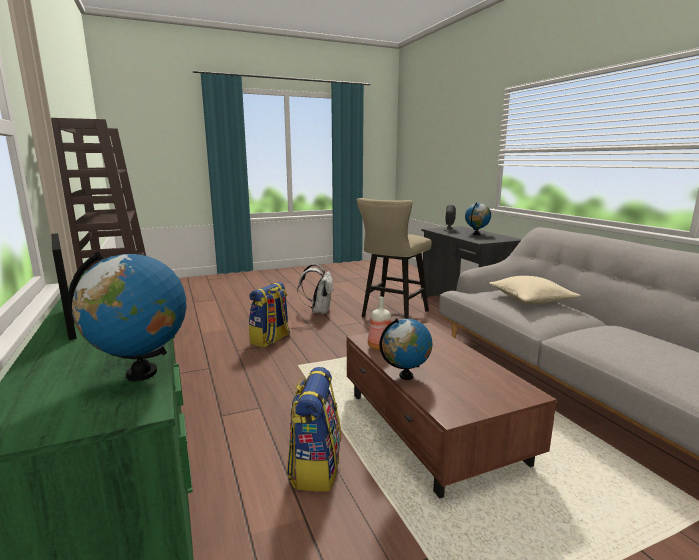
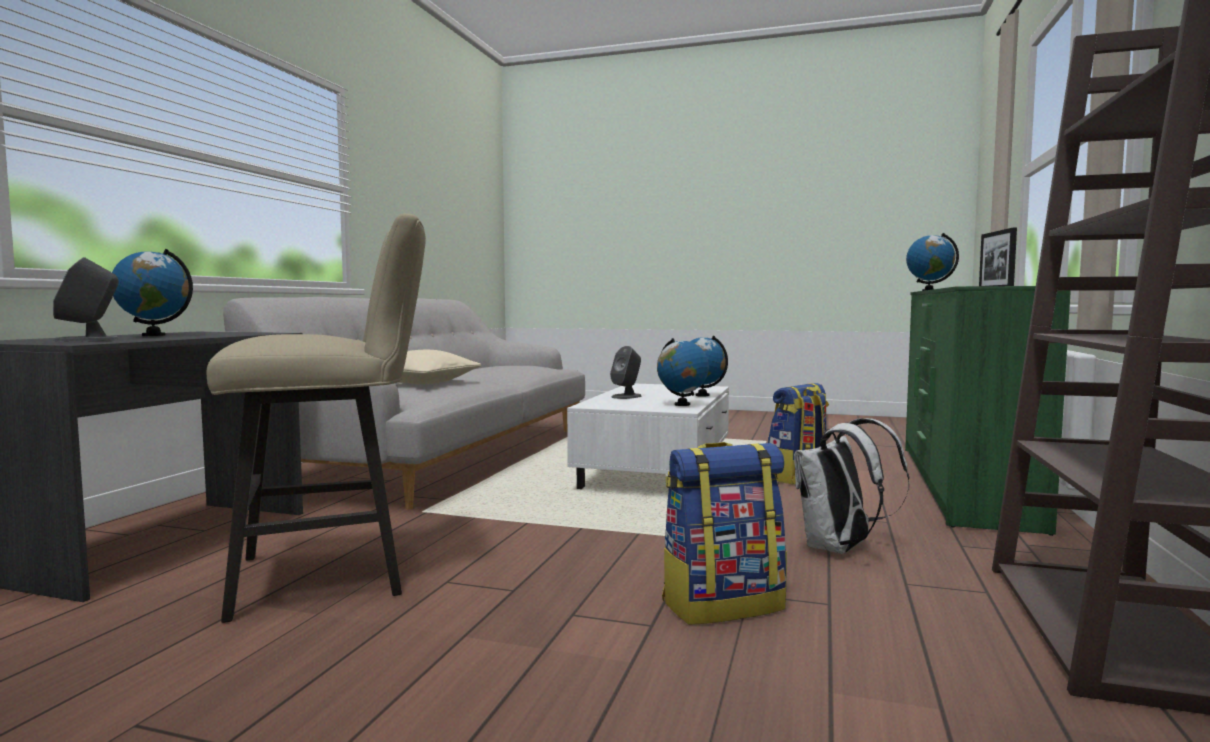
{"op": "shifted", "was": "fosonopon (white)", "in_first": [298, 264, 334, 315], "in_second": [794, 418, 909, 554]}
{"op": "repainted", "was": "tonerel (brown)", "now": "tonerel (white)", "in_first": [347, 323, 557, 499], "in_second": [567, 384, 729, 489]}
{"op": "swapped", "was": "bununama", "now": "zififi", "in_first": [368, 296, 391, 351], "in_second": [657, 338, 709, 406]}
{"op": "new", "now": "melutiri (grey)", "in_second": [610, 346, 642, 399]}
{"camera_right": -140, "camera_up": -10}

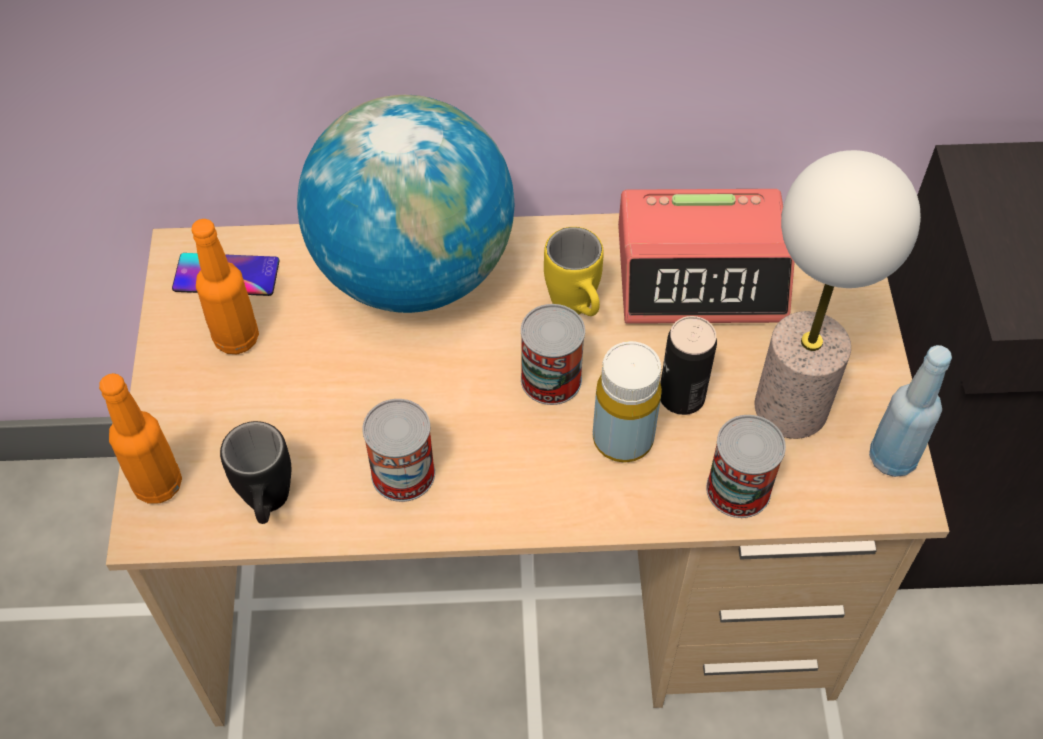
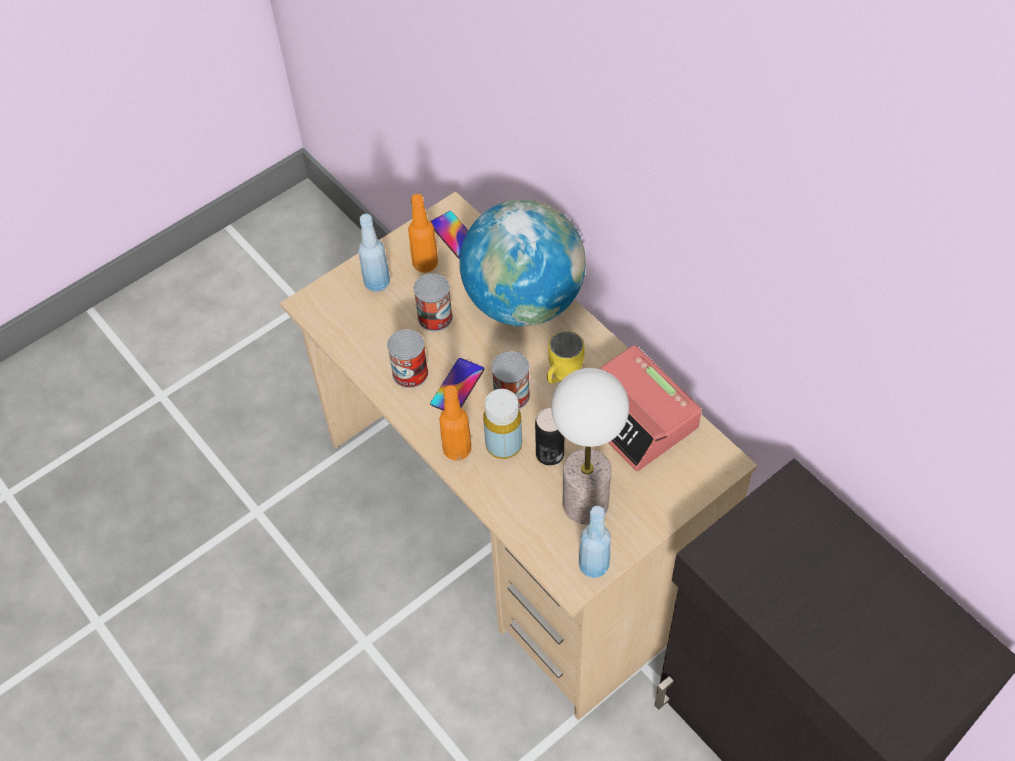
{"op": "shifted", "was": "bununama (orange)", "in_first": [99, 373, 182, 504], "in_second": [439, 385, 471, 461]}
{"op": "gone", "was": "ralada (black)", "in_first": [220, 421, 291, 524]}
{"op": "shifted", "was": "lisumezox", "in_first": [706, 415, 786, 518], "in_second": [414, 273, 453, 331]}
{"op": "new", "now": "bununama (blue)", "in_second": [358, 214, 390, 292]}
{"op": "new", "now": "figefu", "in_second": [430, 358, 485, 411]}
{"camera_right": 55, "camera_up": 0}

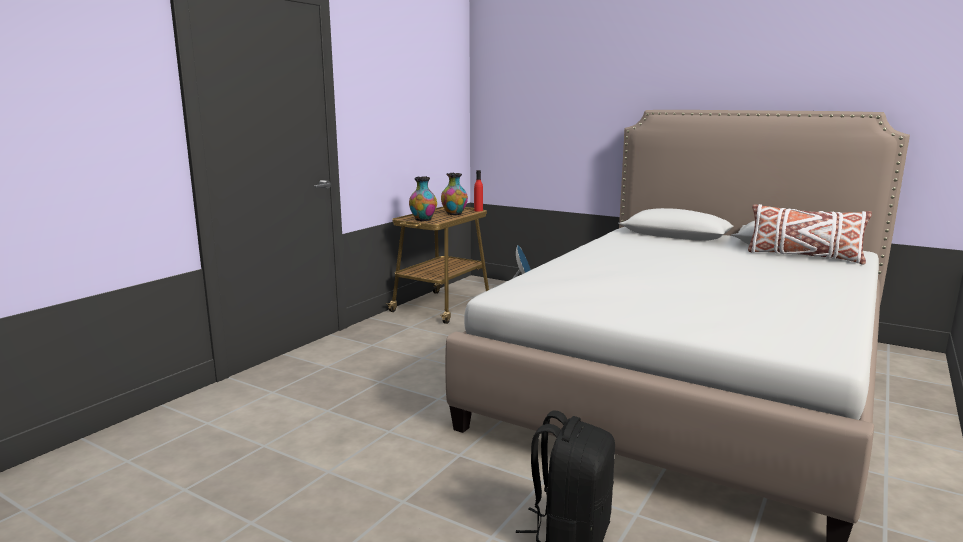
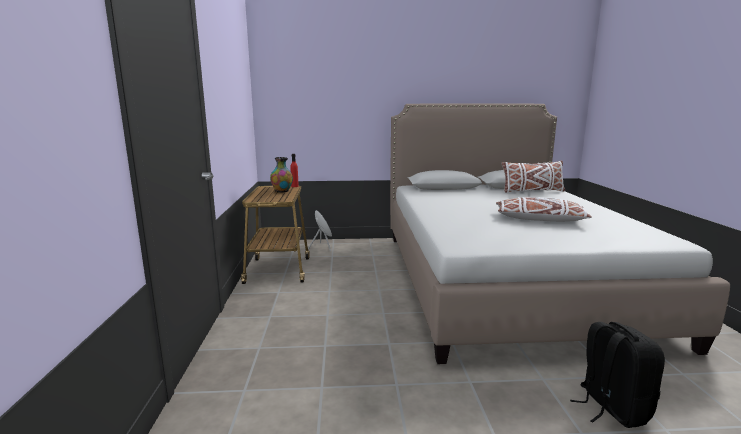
{"op": "gone", "was": "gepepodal", "in_first": [409, 176, 437, 221]}
{"op": "new", "now": "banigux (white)", "in_second": [496, 197, 592, 222]}
{"camera_right": -35, "camera_up": 0}

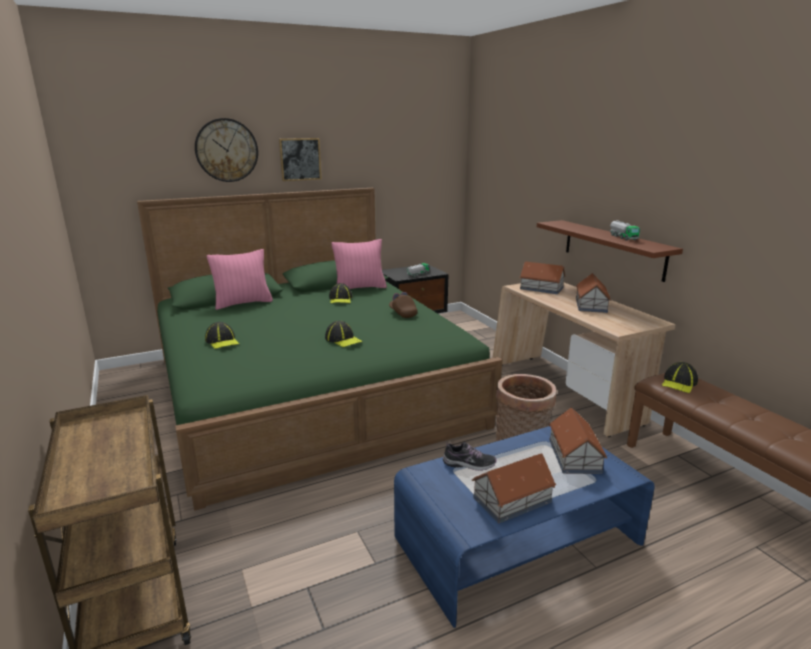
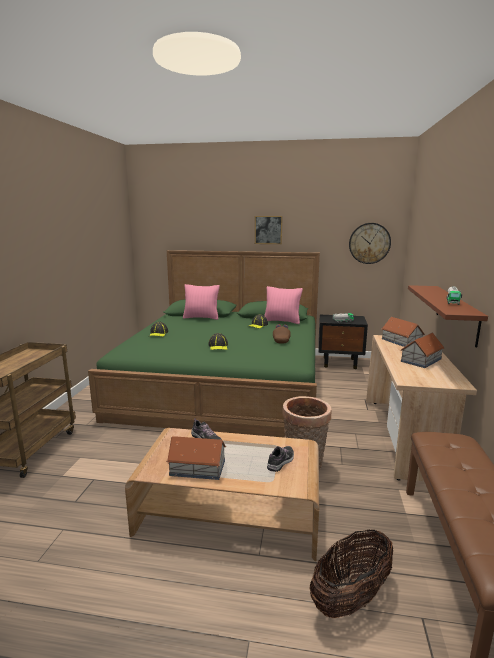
{"op": "shifted", "was": "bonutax", "in_first": [195, 118, 258, 182], "in_second": [349, 223, 391, 264]}
{"op": "repainted", "was": "tonerel (blue)", "now": "tonerel (brown)", "in_first": [394, 426, 655, 628], "in_second": [125, 428, 319, 561]}
{"op": "swapped", "was": "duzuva", "now": "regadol", "in_first": [549, 407, 607, 474], "in_second": [267, 446, 294, 472]}
{"op": "gone", "was": "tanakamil", "in_first": [662, 362, 698, 393]}
{"op": "new", "now": "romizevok", "in_second": [309, 529, 393, 618]}
{"camera_right": 35, "camera_up": -5}

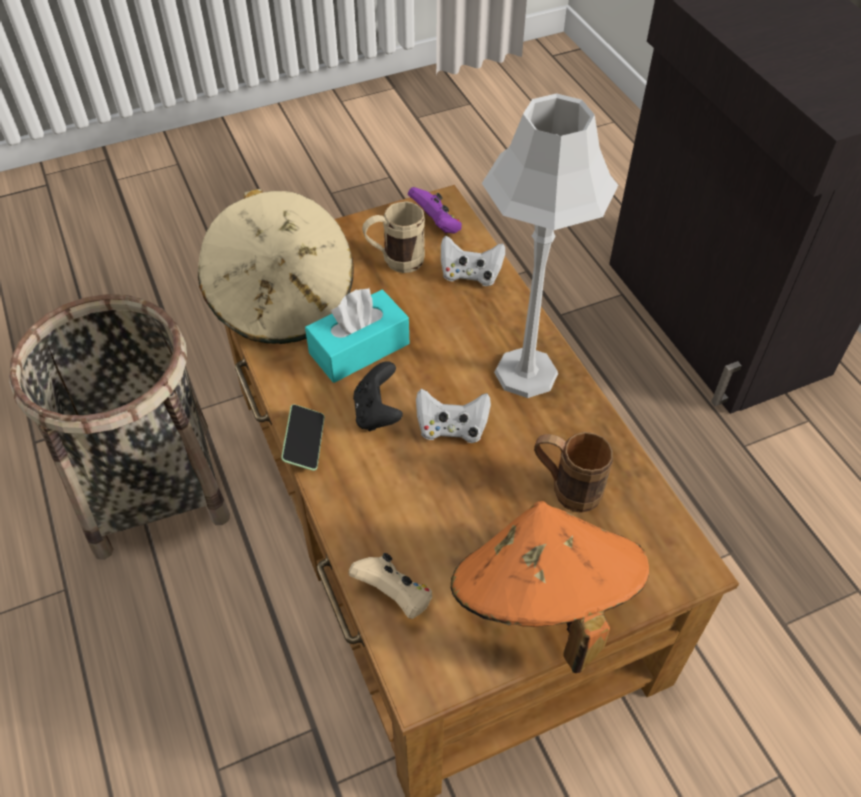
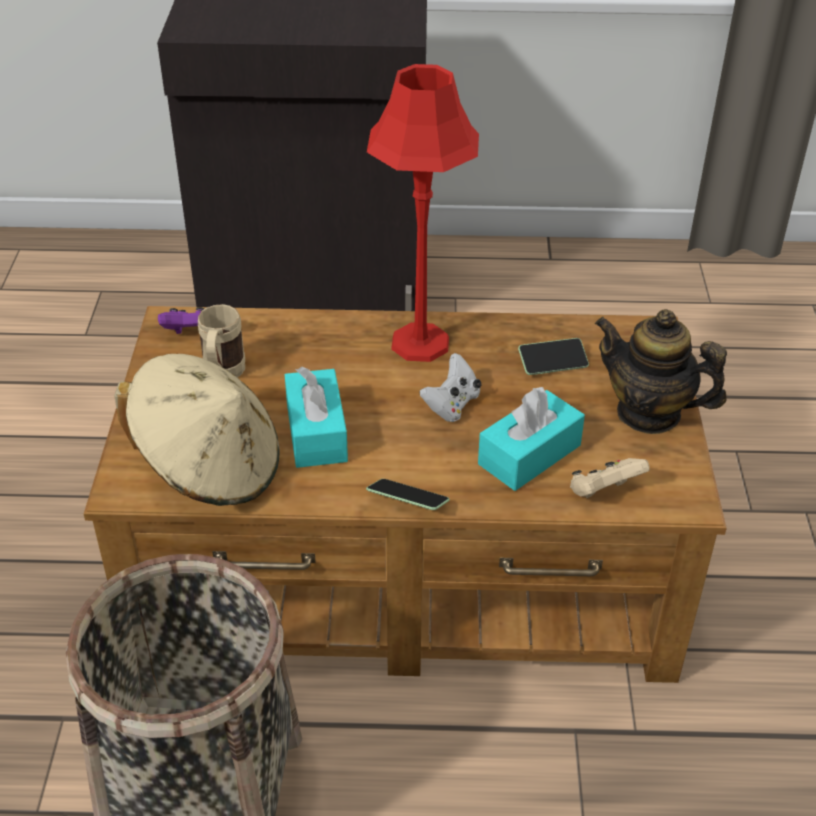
{"op": "gone", "was": "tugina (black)", "in_first": [353, 361, 403, 431]}
{"op": "gone", "was": "tugina (white)", "in_first": [441, 236, 505, 286]}
{"op": "swapped", "was": "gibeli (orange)", "now": "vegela", "in_first": [451, 501, 649, 673], "in_second": [595, 309, 727, 434]}
{"op": "repainted", "was": "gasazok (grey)", "now": "gasazok (red)", "in_first": [482, 93, 618, 398], "in_second": [367, 64, 479, 362]}
{"op": "swapped", "was": "ralada (brown)", "now": "figefu", "in_first": [534, 432, 613, 513], "in_second": [518, 338, 589, 375]}
{"op": "new", "now": "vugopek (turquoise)", "in_second": [478, 387, 585, 491]}
{"camera_right": -65, "camera_up": -10}

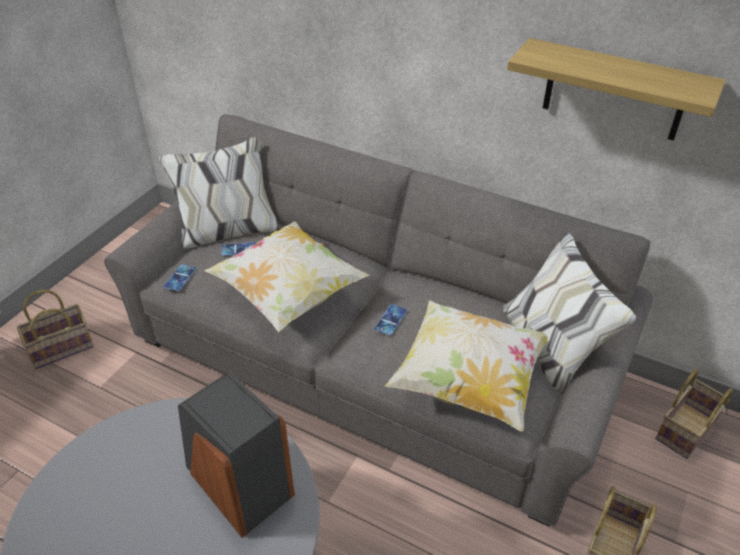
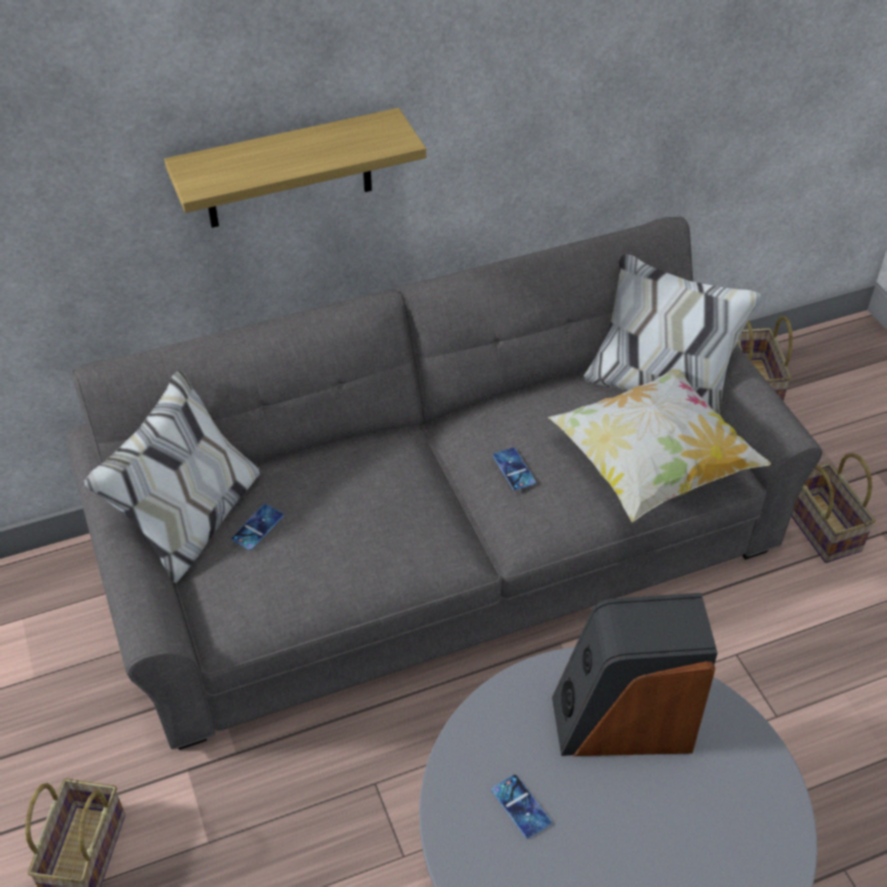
{"op": "shifted", "was": "figefu", "in_first": [163, 264, 196, 291], "in_second": [491, 774, 552, 839]}
{"op": "gone", "was": "banigux", "in_first": [205, 222, 369, 332]}
{"op": "shifted", "was": "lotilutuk", "in_first": [507, 38, 726, 141], "in_second": [164, 108, 426, 228]}
{"camera_right": -50, "camera_up": 5}

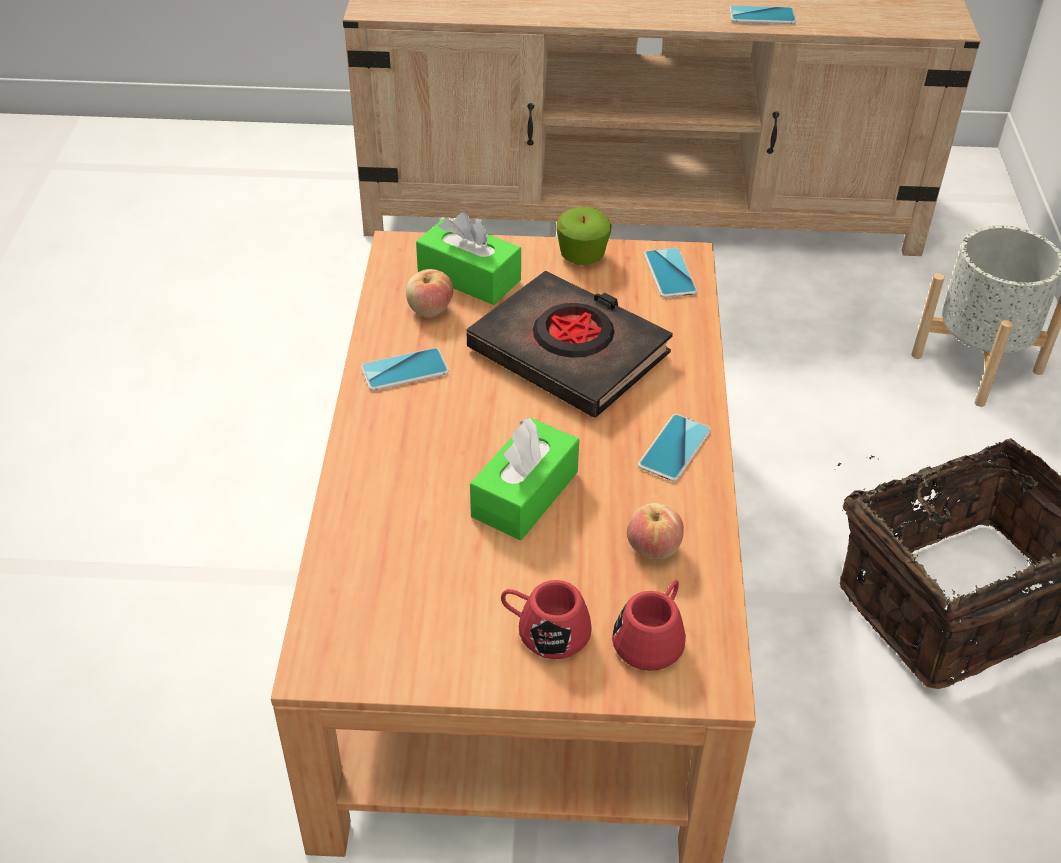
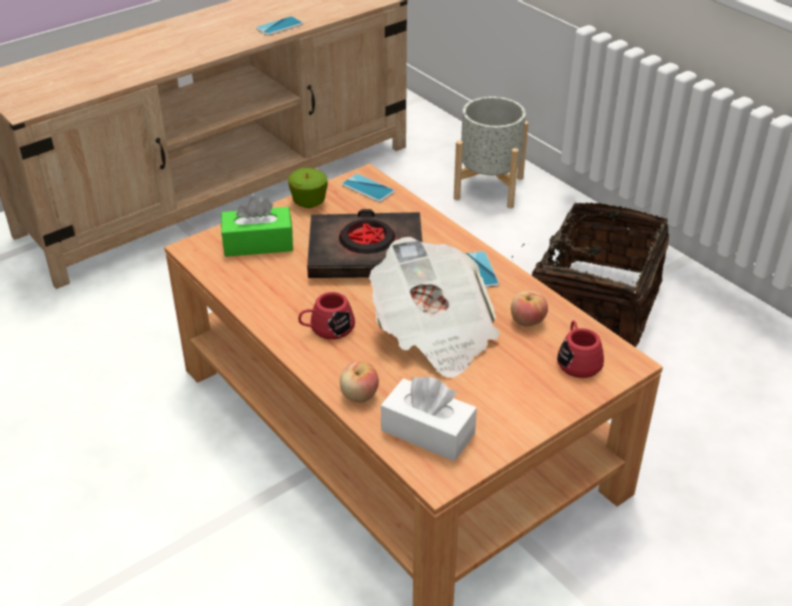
{"op": "gone", "was": "figefu", "in_first": [361, 348, 449, 391]}
{"op": "shifted", "was": "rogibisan", "in_first": [406, 269, 453, 317], "in_second": [340, 361, 379, 402]}
{"op": "swapped", "was": "vugopek (green)", "now": "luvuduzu", "in_first": [470, 418, 579, 540], "in_second": [369, 237, 500, 378]}
{"op": "shifted", "was": "ralada (red)", "in_first": [501, 580, 591, 659], "in_second": [298, 292, 355, 339]}
{"op": "new", "now": "vugopek (white)", "in_second": [381, 377, 477, 461]}
{"camera_right": -40, "camera_up": -5}

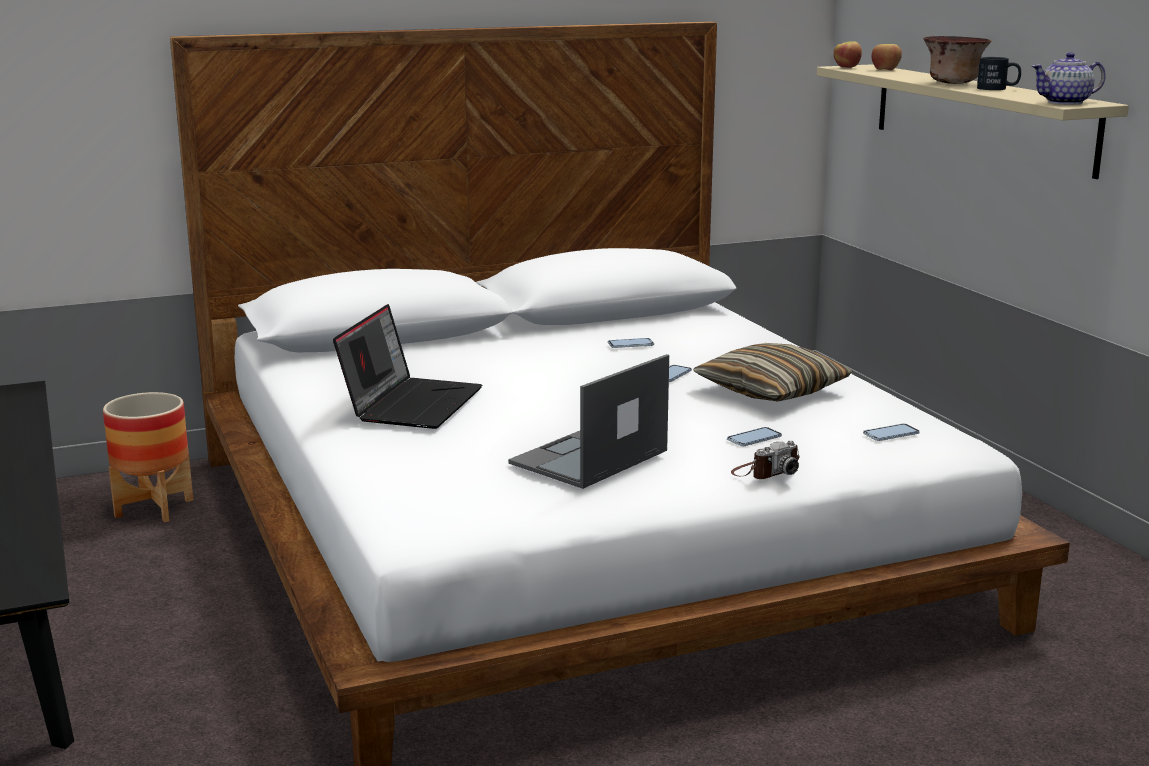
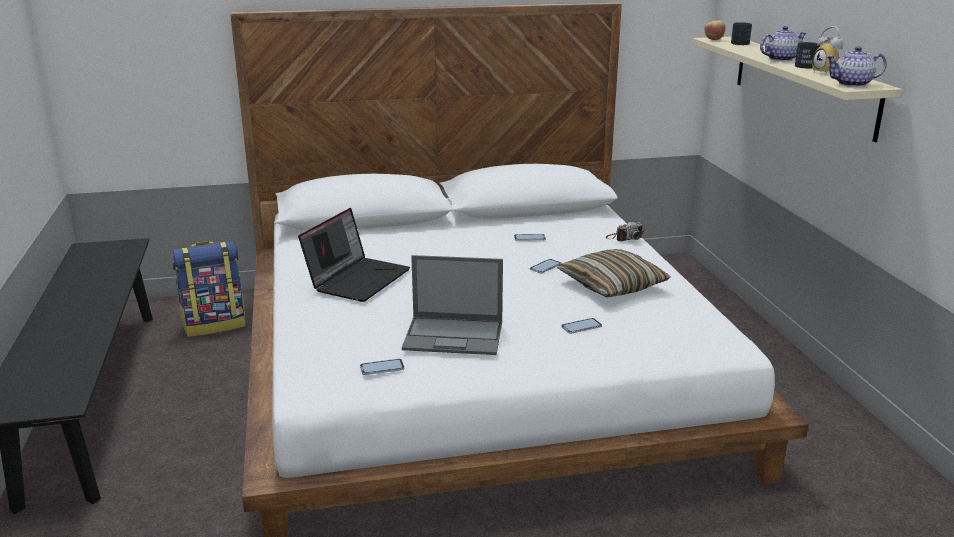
{"op": "swapped", "was": "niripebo", "now": "fosonopon", "in_first": [103, 392, 193, 522], "in_second": [172, 241, 246, 337]}
{"op": "rotated", "was": "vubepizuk", "in_first": [508, 354, 669, 489], "in_second": [402, 255, 503, 355], "clockwise": -135}
{"op": "shifted", "was": "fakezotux", "in_first": [731, 441, 800, 479], "in_second": [606, 222, 644, 241]}
{"op": "shifted", "was": "figefu", "in_first": [863, 424, 920, 441], "in_second": [360, 359, 405, 375]}
{"op": "swapped", "was": "rogibisan", "now": "ralada (black)", "in_first": [872, 44, 902, 70], "in_second": [731, 22, 752, 45]}
{"op": "swapped", "was": "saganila", "now": "vegela", "in_first": [924, 36, 991, 84], "in_second": [760, 26, 807, 61]}
{"op": "new", "now": "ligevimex", "in_second": [812, 26, 843, 76]}
{"camera_right": 10, "camera_up": 5}

